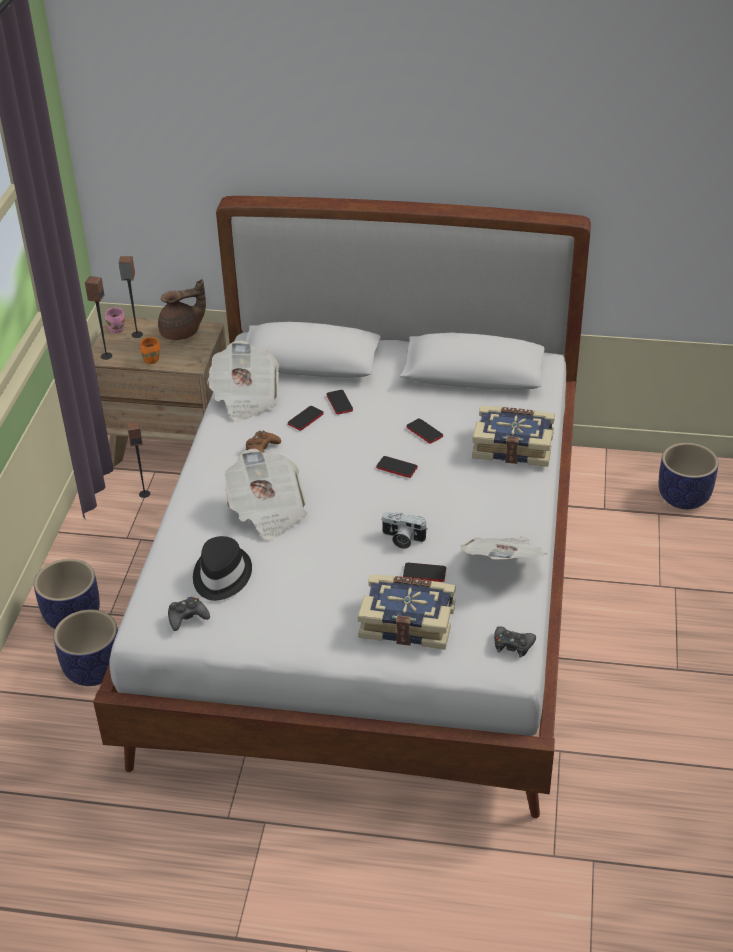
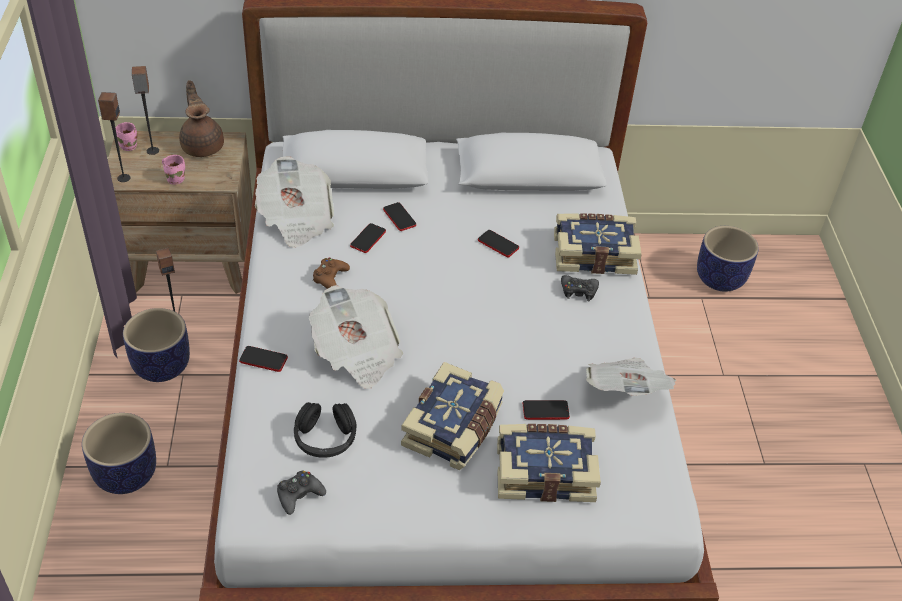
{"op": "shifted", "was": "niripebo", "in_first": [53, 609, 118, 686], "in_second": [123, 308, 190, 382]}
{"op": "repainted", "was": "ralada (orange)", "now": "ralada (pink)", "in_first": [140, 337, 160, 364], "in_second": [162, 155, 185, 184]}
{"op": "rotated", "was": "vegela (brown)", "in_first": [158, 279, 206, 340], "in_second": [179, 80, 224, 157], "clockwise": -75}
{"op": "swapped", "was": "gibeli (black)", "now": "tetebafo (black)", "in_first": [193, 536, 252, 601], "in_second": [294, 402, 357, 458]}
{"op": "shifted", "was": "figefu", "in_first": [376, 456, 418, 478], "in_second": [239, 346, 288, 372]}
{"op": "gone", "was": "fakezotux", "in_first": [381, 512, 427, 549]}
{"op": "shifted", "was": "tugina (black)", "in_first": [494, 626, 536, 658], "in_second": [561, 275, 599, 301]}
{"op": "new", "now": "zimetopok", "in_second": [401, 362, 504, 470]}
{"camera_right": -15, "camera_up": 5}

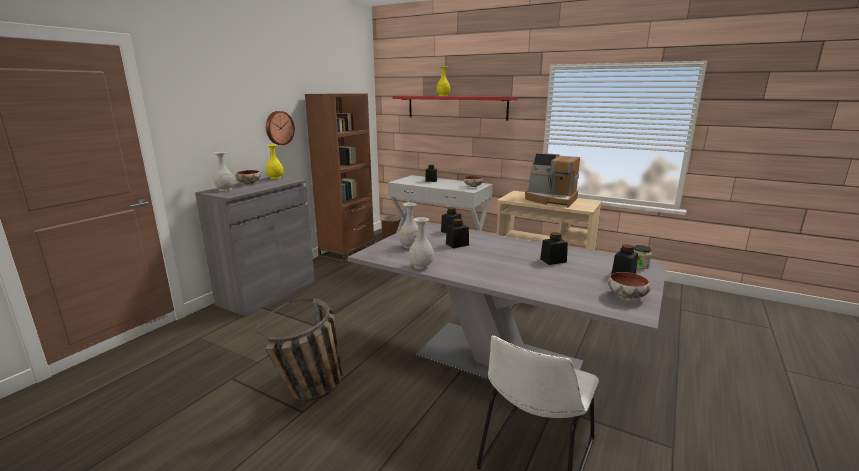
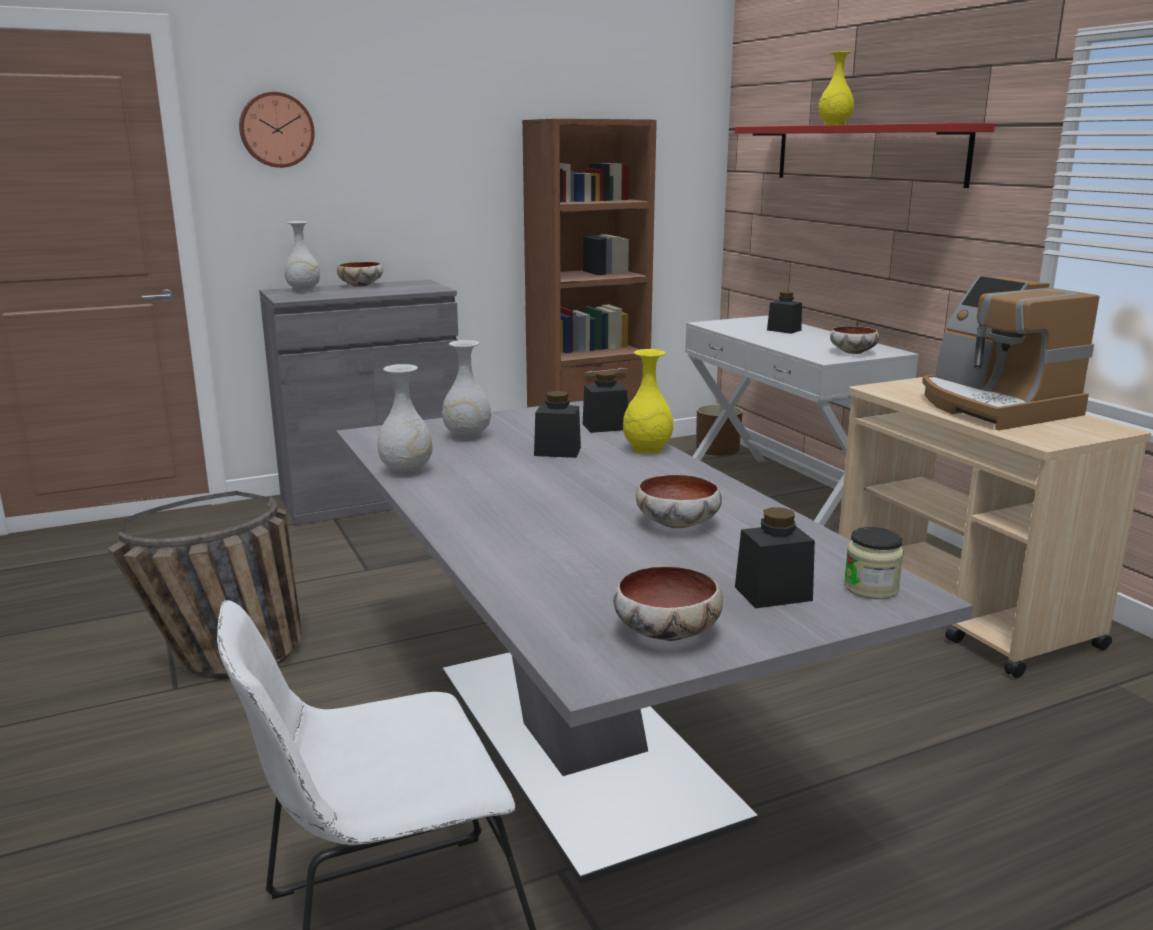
{"op": "shifted", "was": "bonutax", "in_first": [266, 111, 295, 145], "in_second": [239, 92, 315, 168]}
{"op": "shifted", "was": "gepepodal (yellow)", "in_first": [266, 145, 284, 179], "in_second": [623, 349, 673, 454]}
{"op": "swapped", "was": "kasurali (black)", "now": "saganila", "in_first": [540, 232, 568, 265], "in_second": [636, 474, 722, 528]}
{"camera_right": 35, "camera_up": 0}

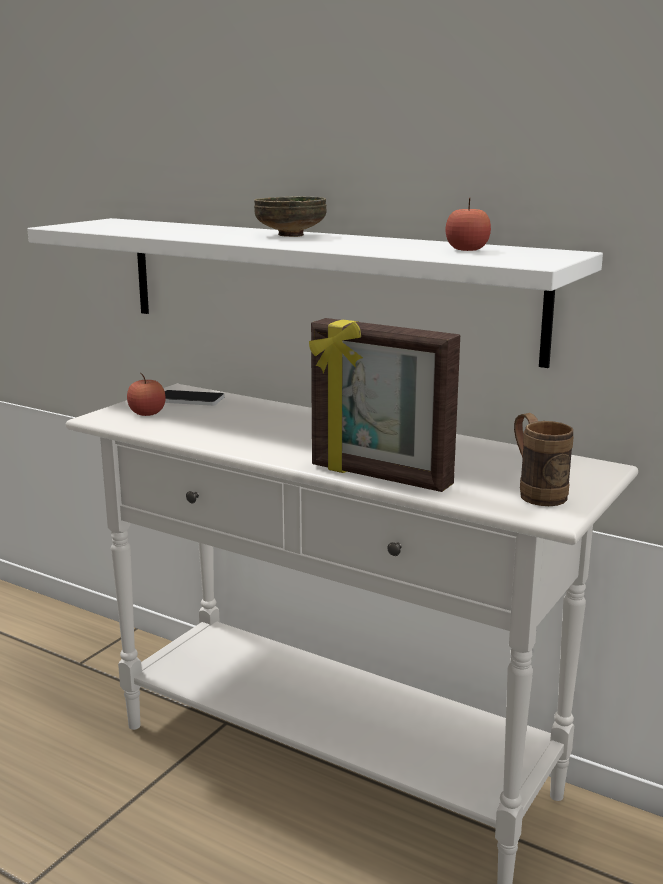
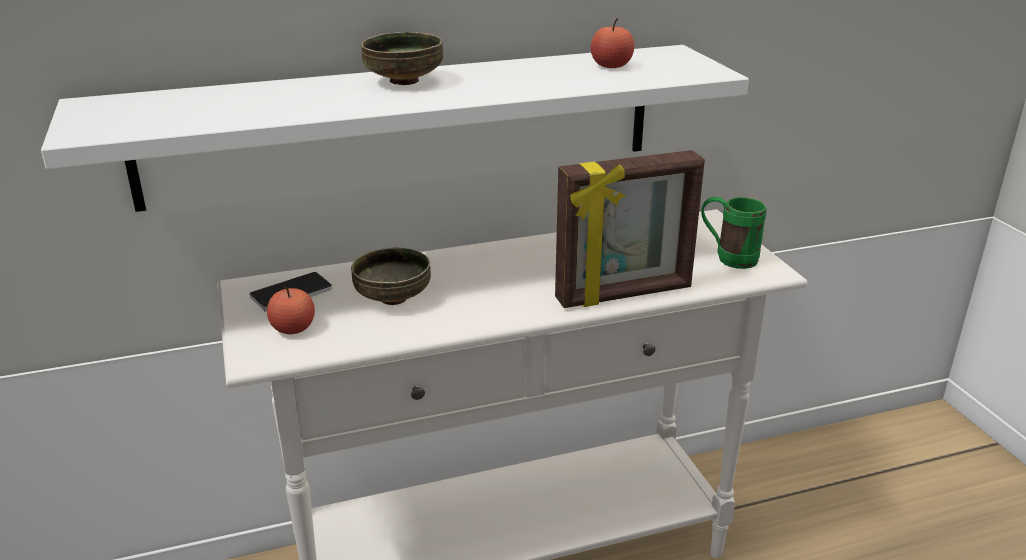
{"op": "repainted", "was": "ralada (brown)", "now": "ralada (green)", "in_first": [514, 413, 574, 506], "in_second": [702, 197, 766, 269]}
{"op": "new", "now": "saganila", "in_second": [351, 247, 431, 305]}
{"camera_right": -50, "camera_up": 10}

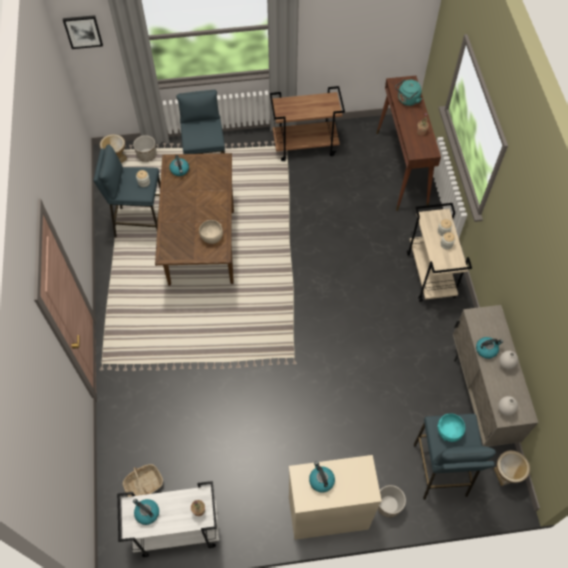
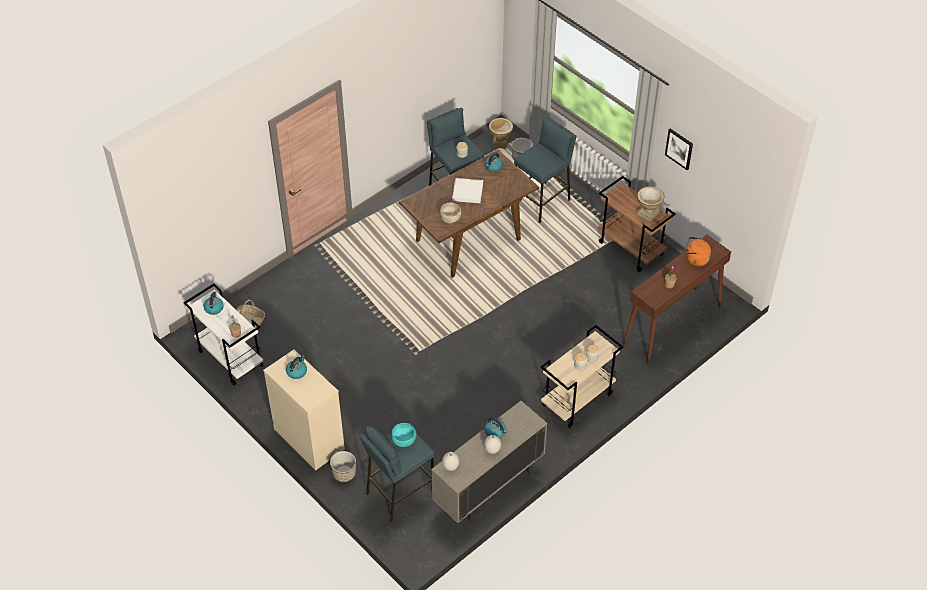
{"op": "shifted", "was": "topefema", "in_first": [63, 15, 103, 49], "in_second": [665, 128, 693, 170]}
{"op": "repainted", "was": "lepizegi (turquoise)", "now": "lepizegi (orange)", "in_first": [395, 79, 422, 106], "in_second": [685, 237, 711, 266]}
{"op": "shifted", "was": "gepepodal", "in_first": [494, 450, 530, 486], "in_second": [637, 186, 664, 222]}
{"op": "new", "now": "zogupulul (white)", "in_second": [452, 178, 483, 203]}
{"camera_right": 55, "camera_up": -10}

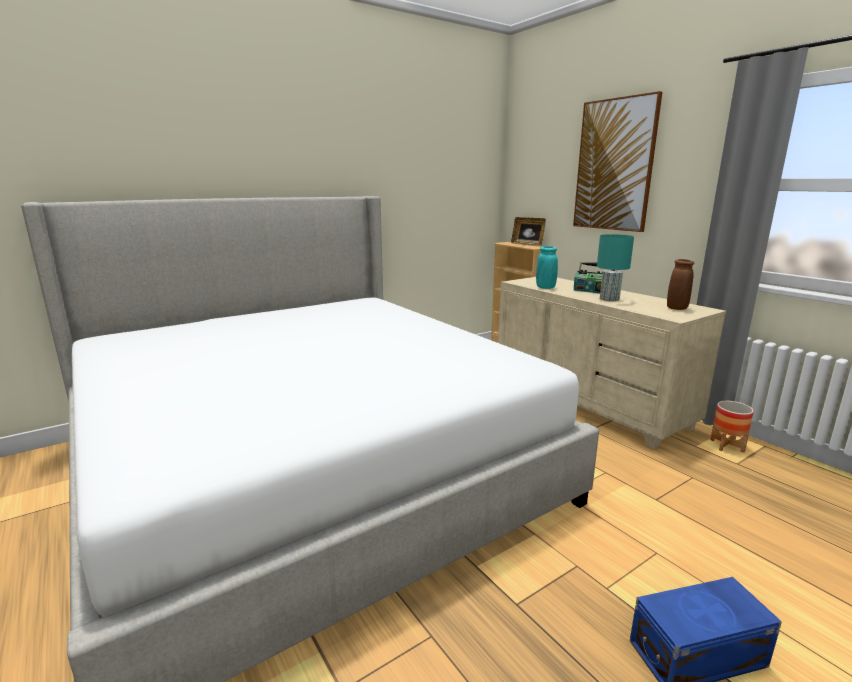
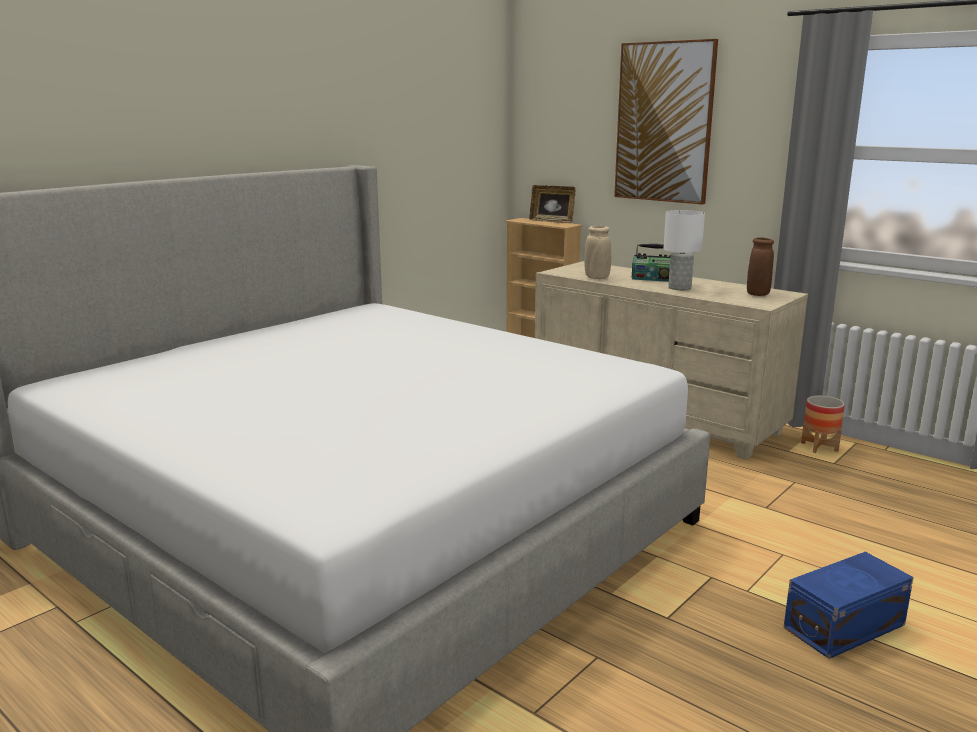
{"op": "repainted", "was": "gepepodal (turquoise)", "now": "gepepodal (beige)", "in_first": [536, 246, 558, 289], "in_second": [584, 226, 611, 279]}
{"op": "repainted", "was": "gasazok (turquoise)", "now": "gasazok (white)", "in_first": [597, 234, 634, 301], "in_second": [663, 210, 705, 290]}
{"camera_right": -15, "camera_up": 0}

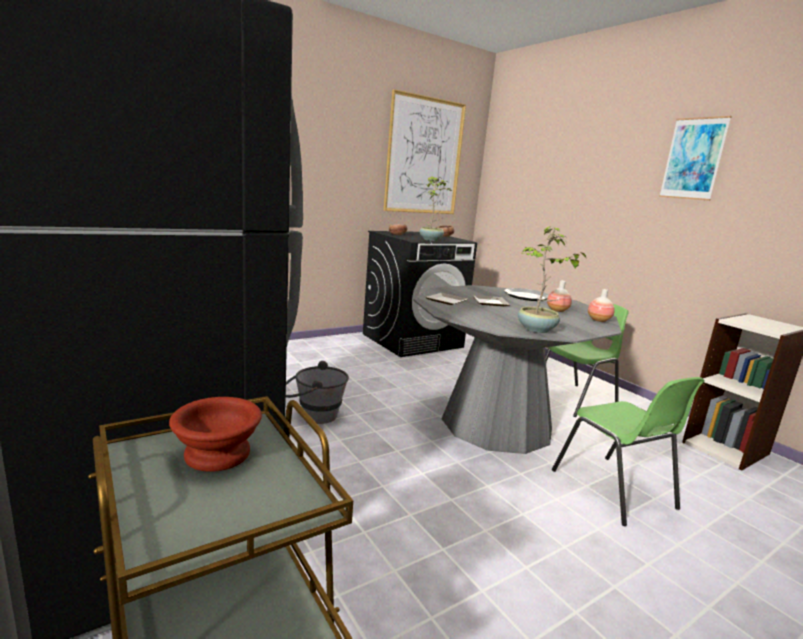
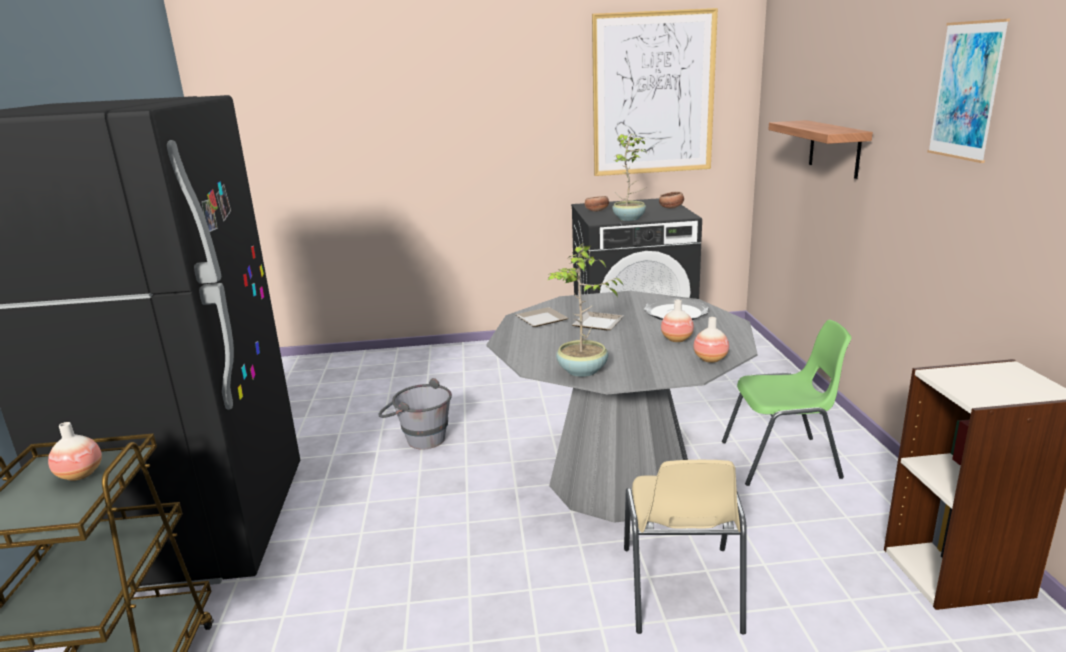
{"op": "swapped", "was": "saganila (brown)", "now": "gepepodal", "in_first": [169, 397, 262, 472], "in_second": [48, 422, 102, 481]}
{"op": "repainted", "was": "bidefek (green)", "now": "bidefek (beige)", "in_first": [552, 377, 705, 526], "in_second": [624, 460, 747, 635]}
{"op": "new", "now": "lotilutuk", "in_second": [768, 120, 873, 179]}
{"camera_right": 30, "camera_up": 5}

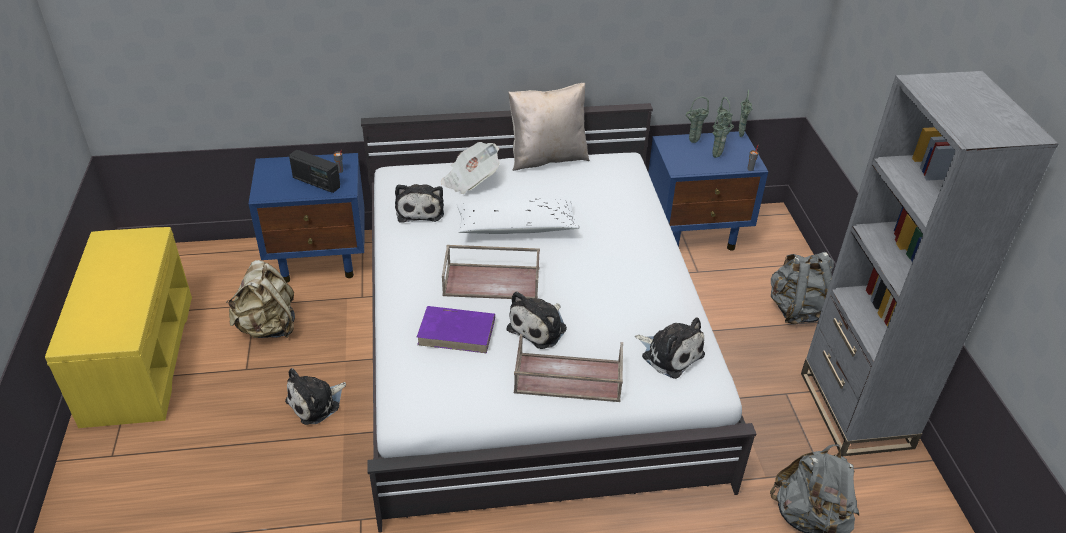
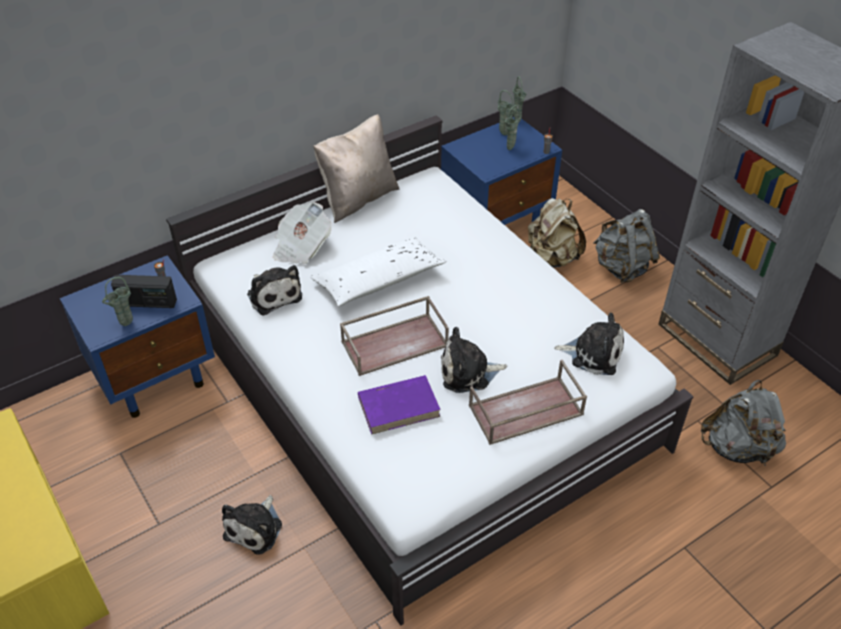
{"op": "shifted", "was": "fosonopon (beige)", "in_first": [226, 260, 295, 338], "in_second": [528, 198, 586, 268]}
{"op": "rotated", "was": "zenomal", "in_first": [507, 291, 567, 349], "in_second": [441, 327, 507, 393], "clockwise": 75}
{"op": "shifted", "was": "gepepodal (green)", "in_first": [686, 97, 709, 143], "in_second": [102, 277, 133, 326]}
{"camera_right": -25, "camera_up": 5}

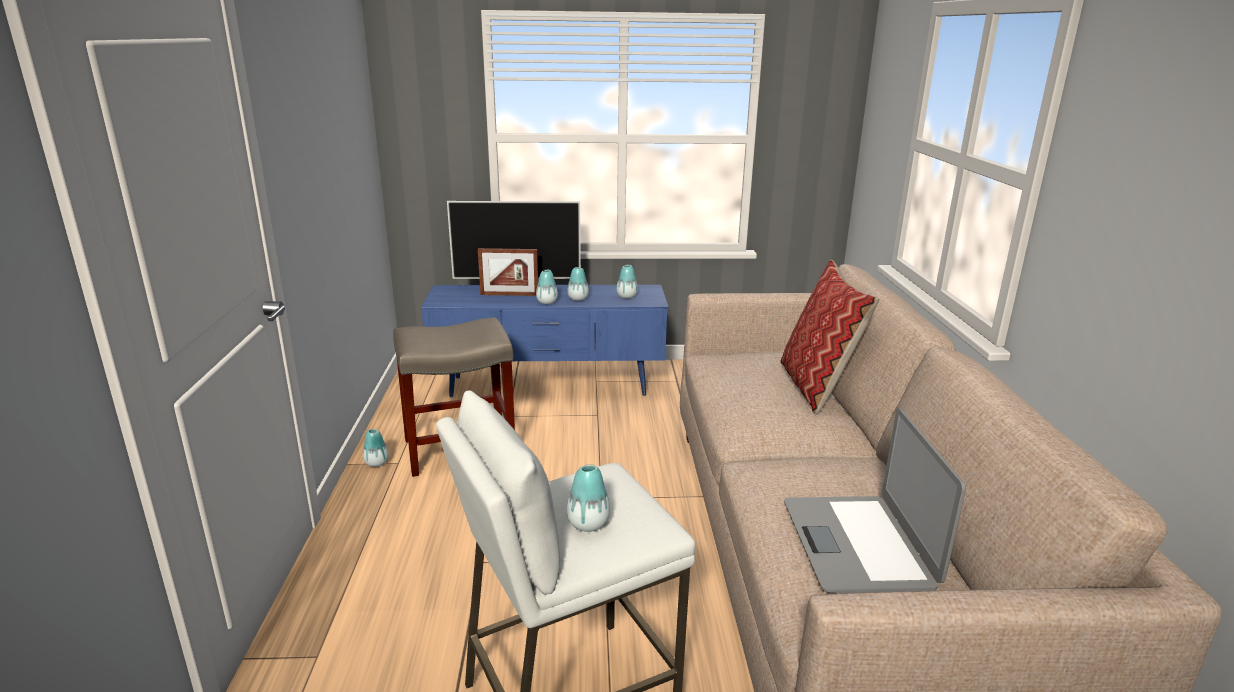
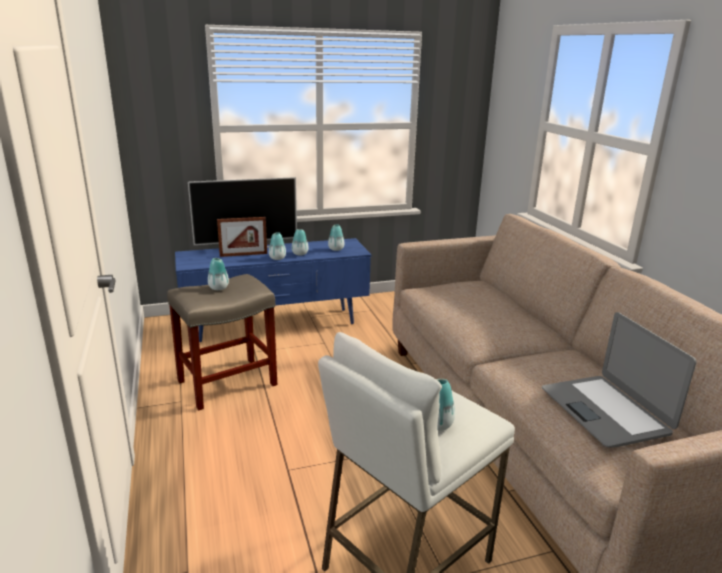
{"op": "shifted", "was": "gepepodal", "in_first": [363, 429, 389, 467], "in_second": [208, 258, 229, 290]}
{"op": "gone", "was": "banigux", "in_first": [781, 260, 879, 415]}
{"camera_right": -15, "camera_up": 0}

